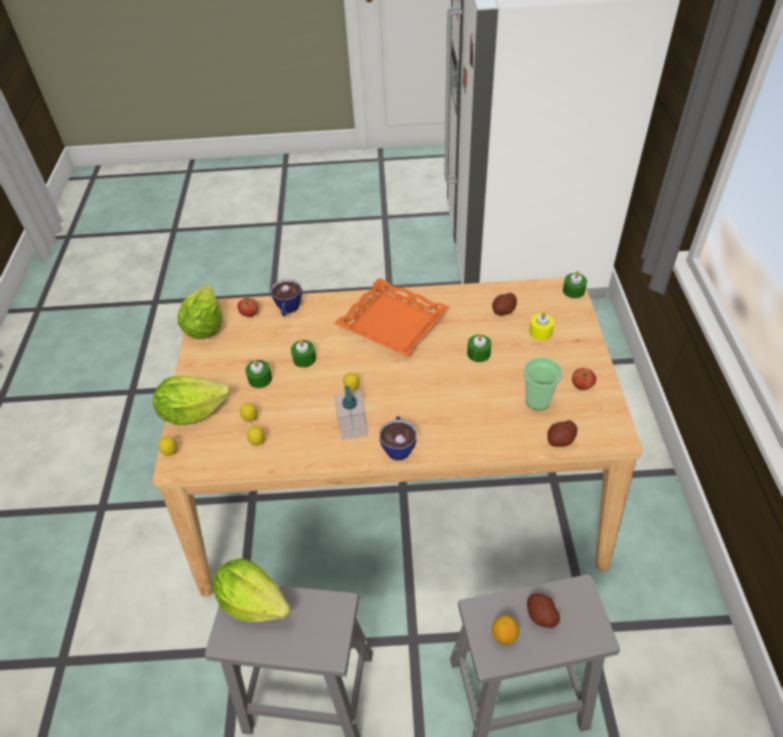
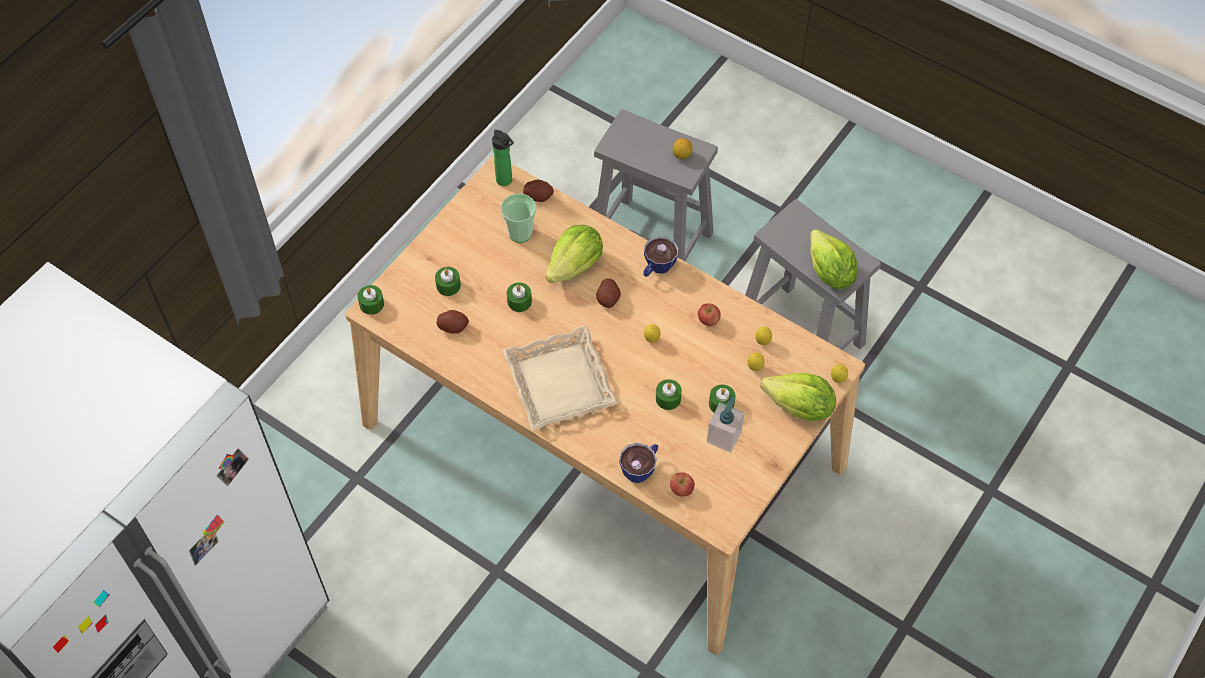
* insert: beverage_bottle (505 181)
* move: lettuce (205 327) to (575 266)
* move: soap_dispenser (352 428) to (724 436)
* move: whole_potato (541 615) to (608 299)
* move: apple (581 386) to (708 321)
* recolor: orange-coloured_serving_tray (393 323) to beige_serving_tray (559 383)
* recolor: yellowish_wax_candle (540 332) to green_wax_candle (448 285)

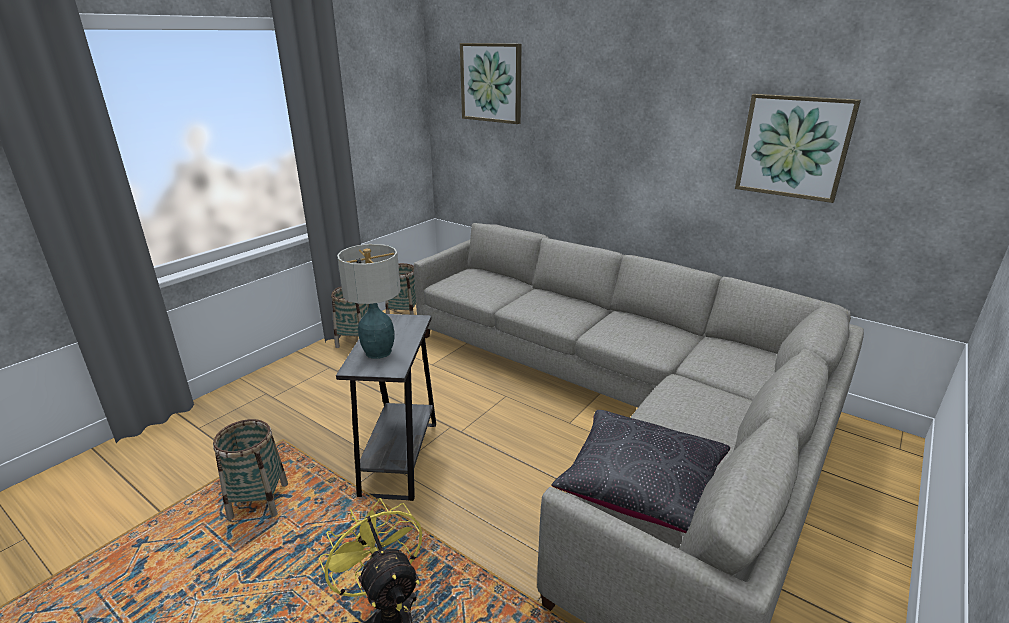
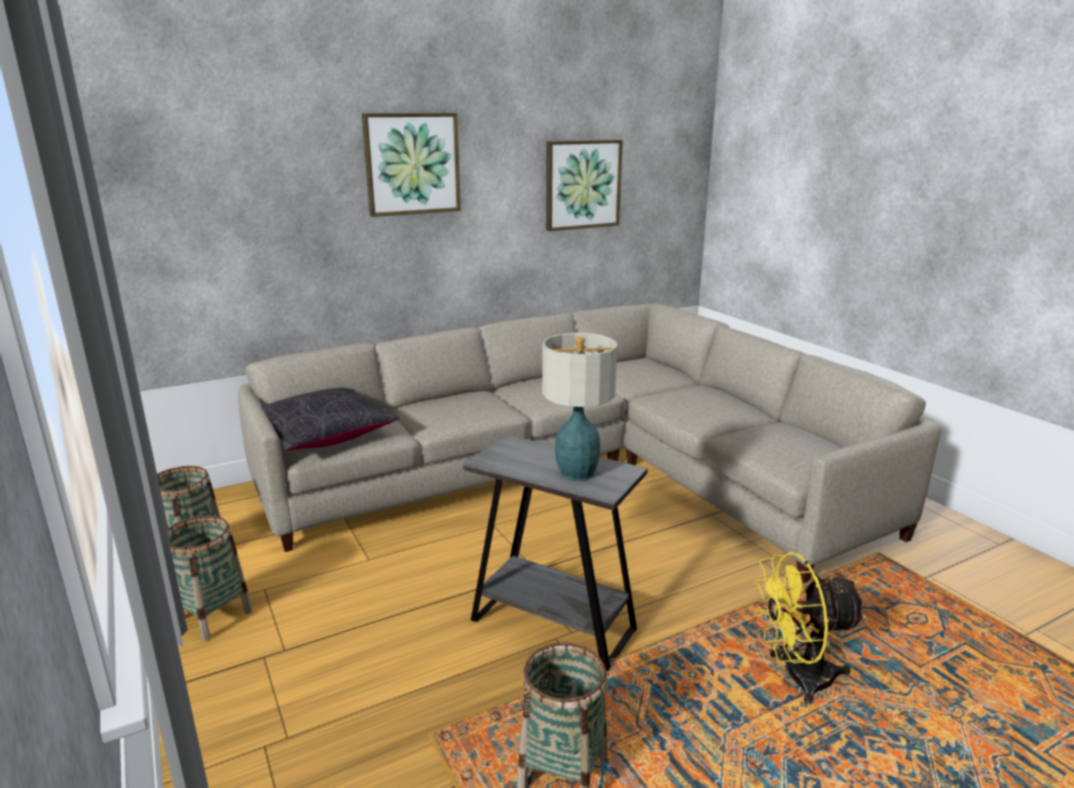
* move: wall_art (491 83) to (412 164)
* move: black_pillow (641 485) to (324 434)

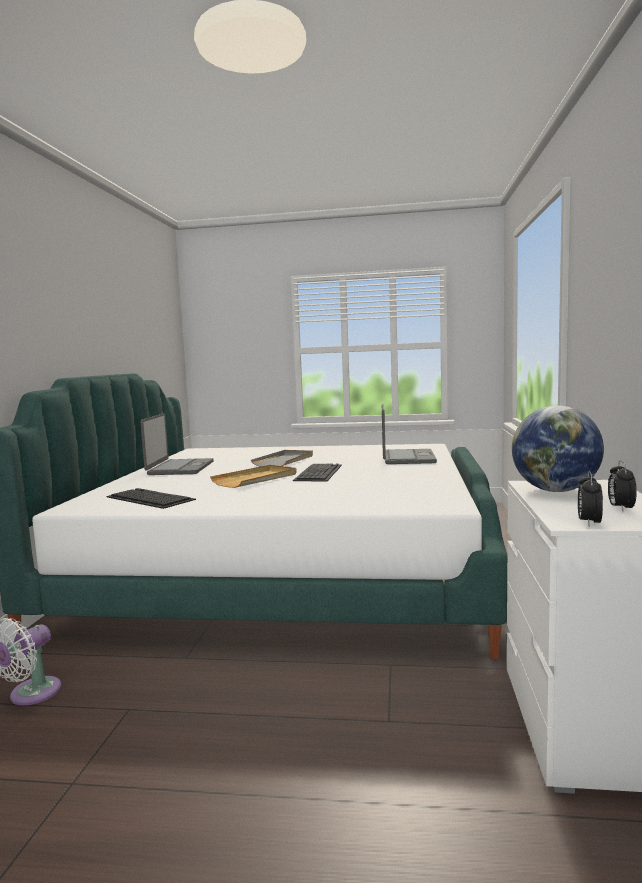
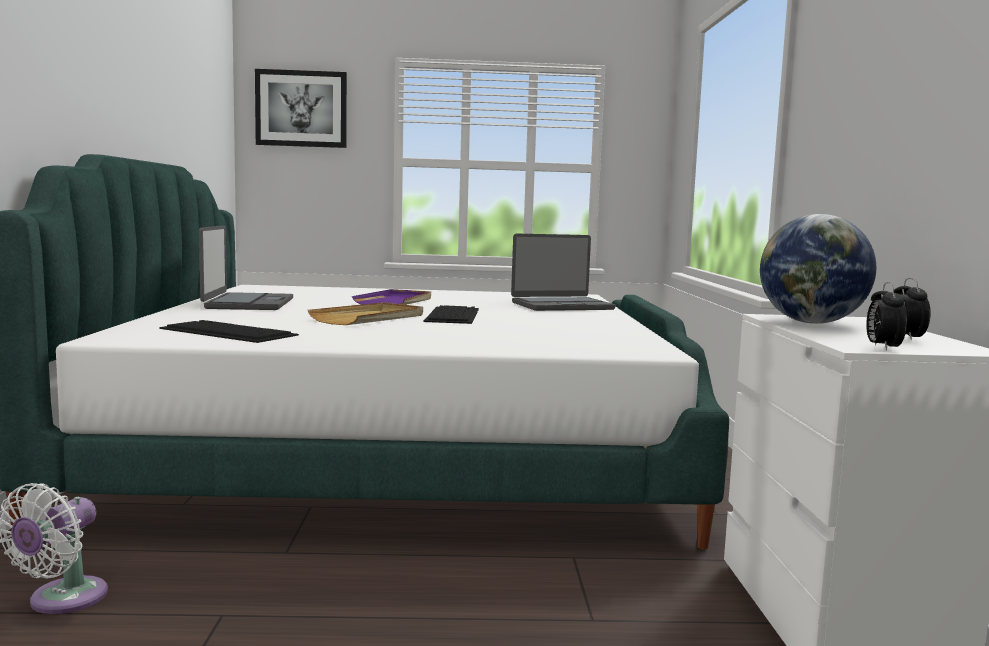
* insert: wall_art (301 109)
* recolor: greyish_serving_tray (284 461) to purplish_serving_tray (395 302)
* rotate: notebook_computer (407 458) = (561 306) 75 degrees clockwise

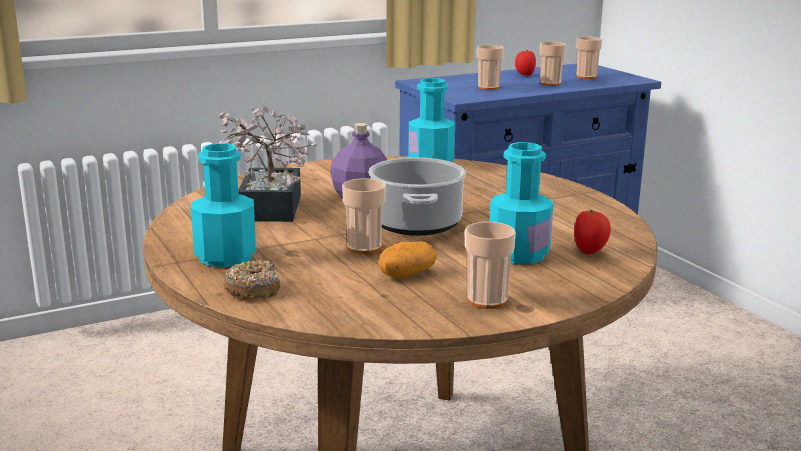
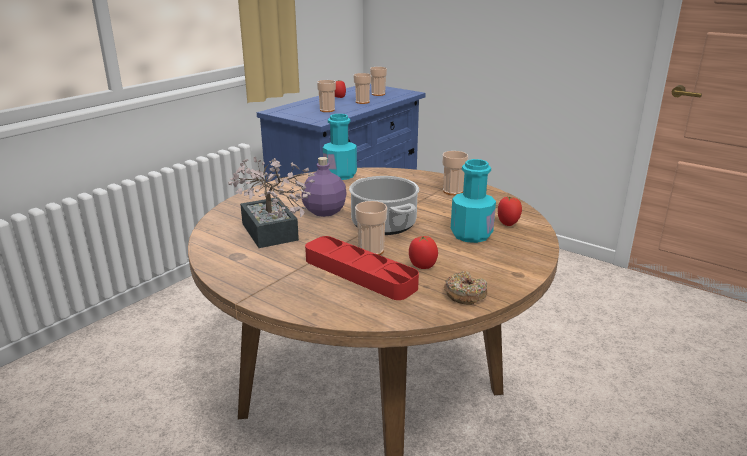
* delete: turquoise-coloured_beverage_bottle (225 257)
* insert: red_serving_tray (359 273)
* move: doughnut (253 289) to (465 294)
* move: cup (487 300) to (453 191)
* replace: whole_potato (407 274) to fresh_tomato (422 266)

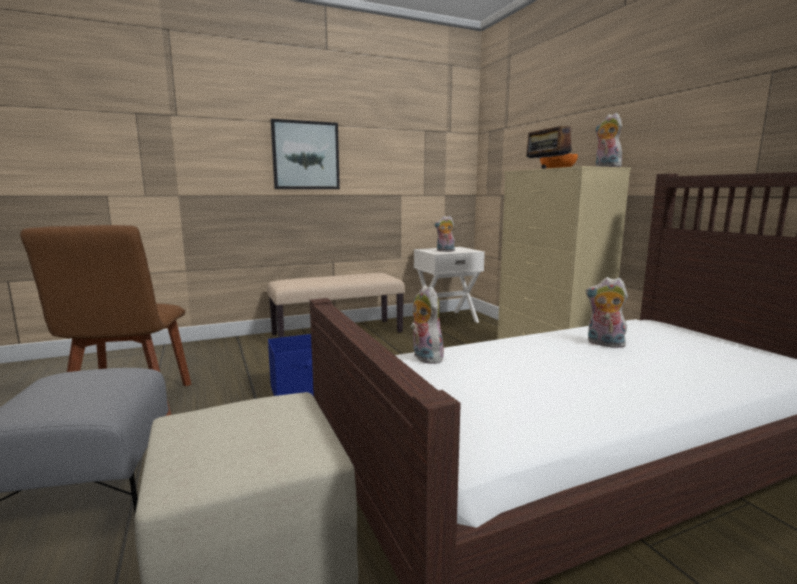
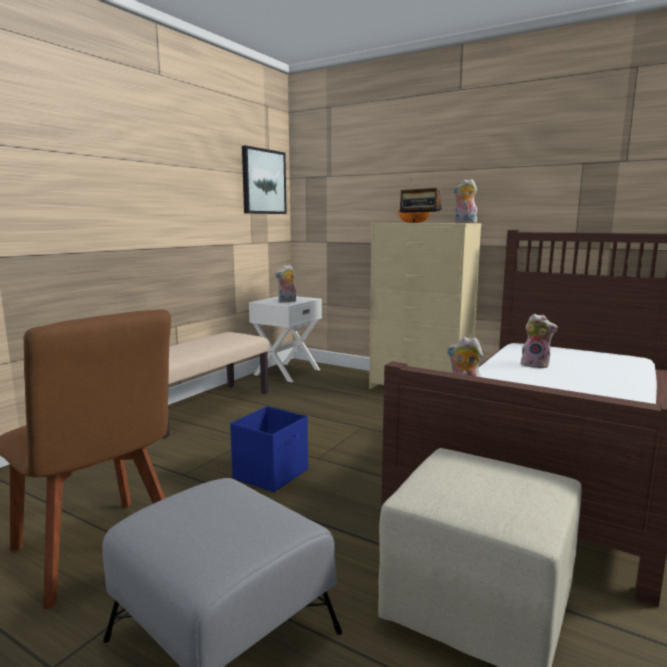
* move: wall_art (305 155) to (263 182)
* rotate: plush_toy (604 344) = (535 365) 150 degrees counterclockwise

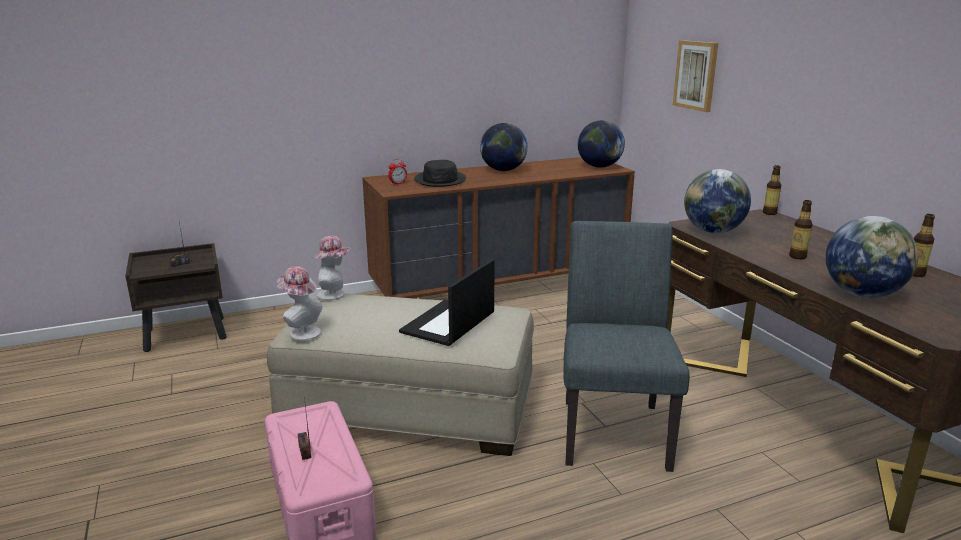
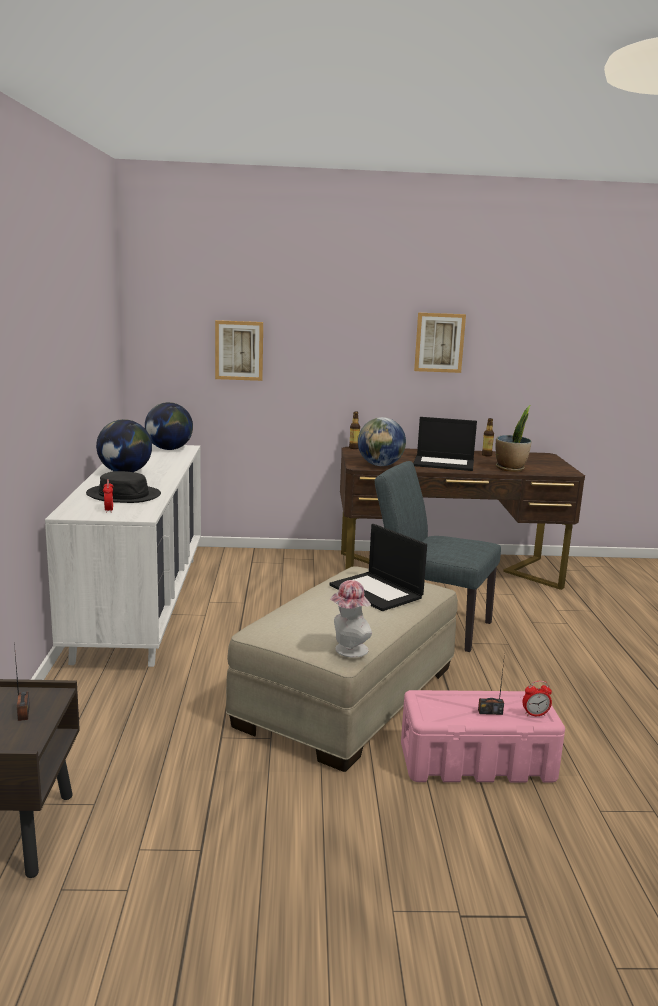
* delete: hat (334 294)
* insert: wall_art (439 342)
* insert: table_clock (535 714)
* replace: beverage_bottle (797 256) to notebook_computer (444 463)
* replace: desk_globe (862 294) to plant_in_a_pot (510 469)
* recolor: brownish_drawer_chest (500 288) to white-coloured_drawer_chest (140 604)

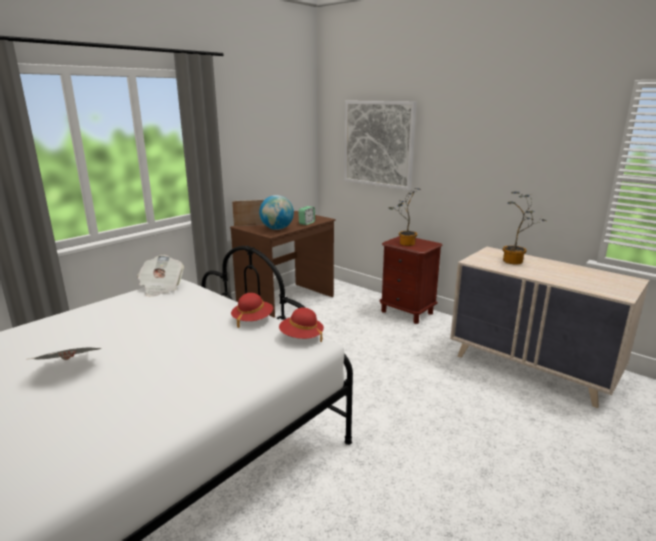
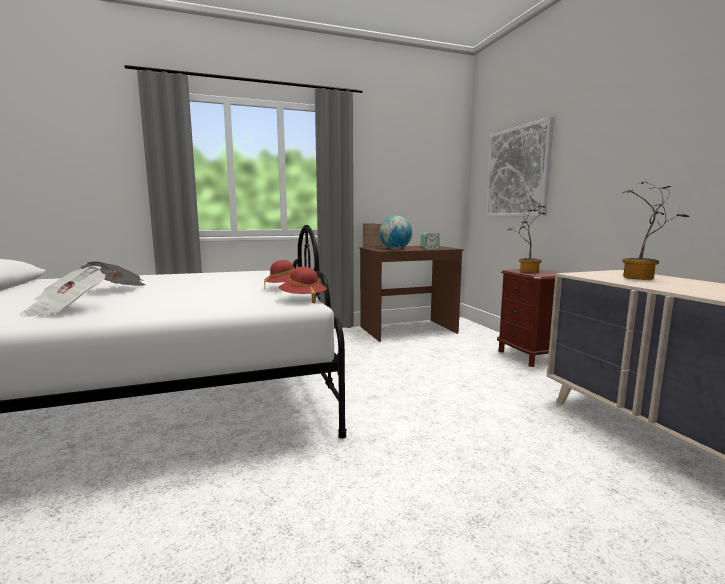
* move: daily_paper (161 287) to (66 309)

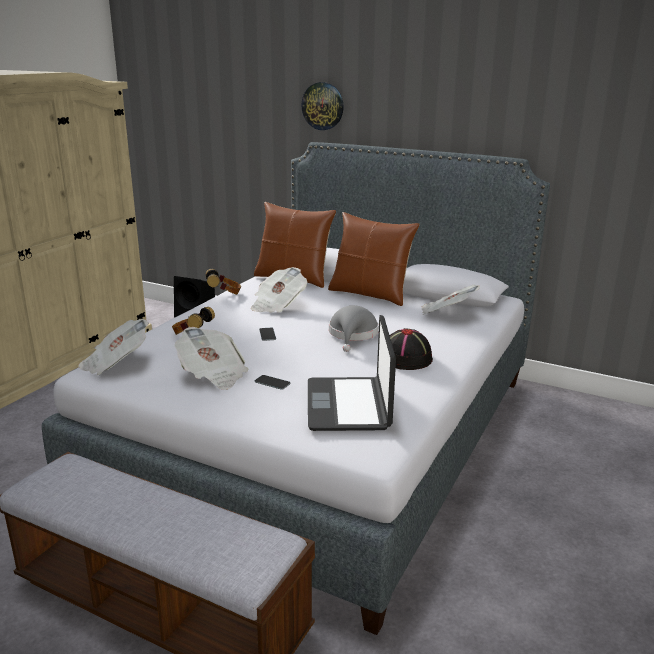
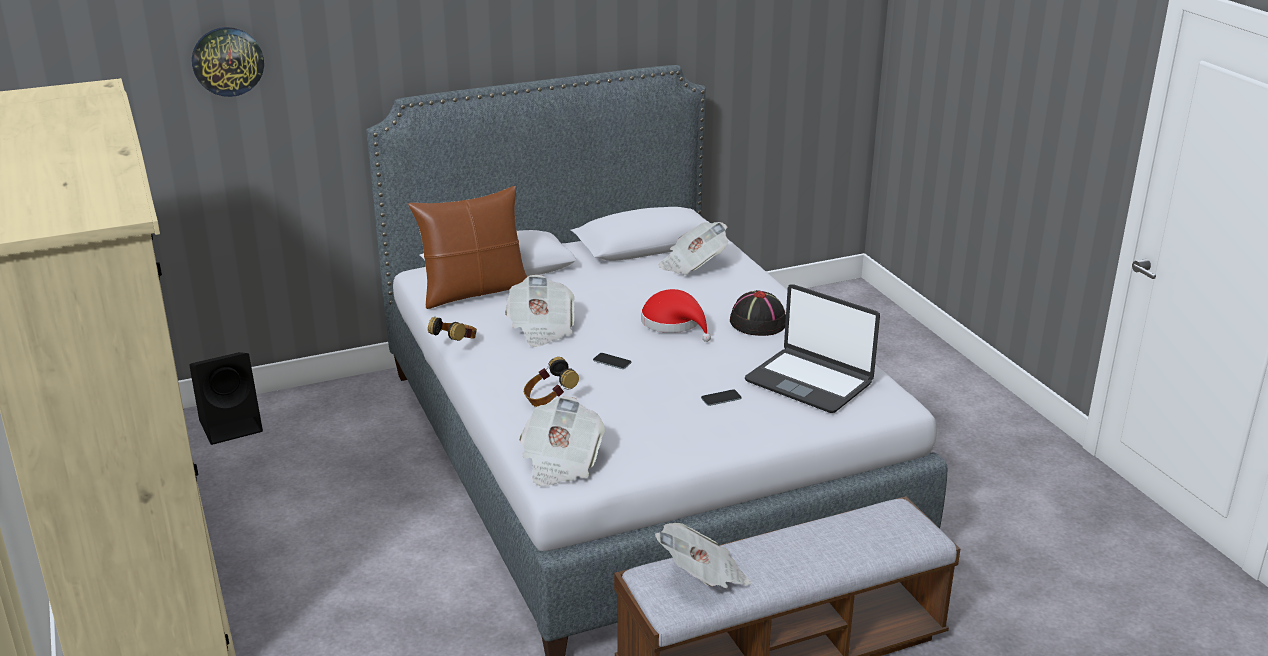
* delete: brownish_pillow (370 294)
* move: daily_paper (213 375) to (703 577)
* move: hanging_clock (323 106) to (227 61)
* recolor: greyish_hat (353 334) to red_hat (674 323)

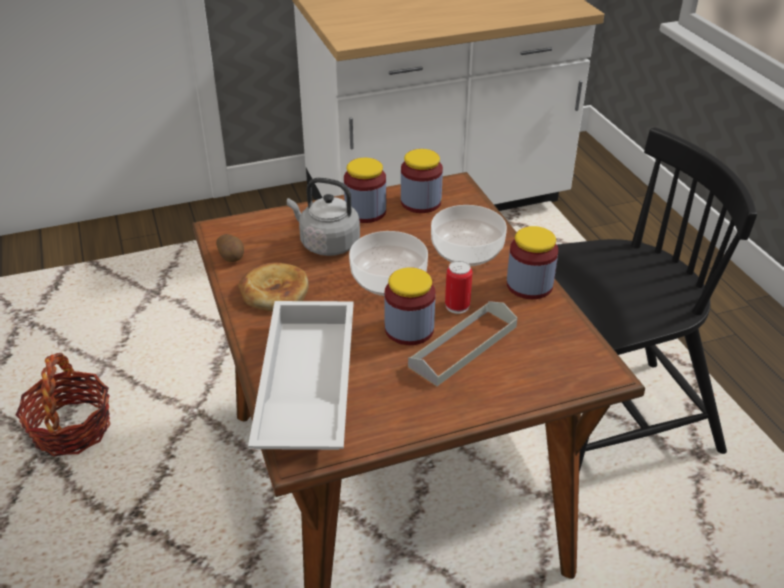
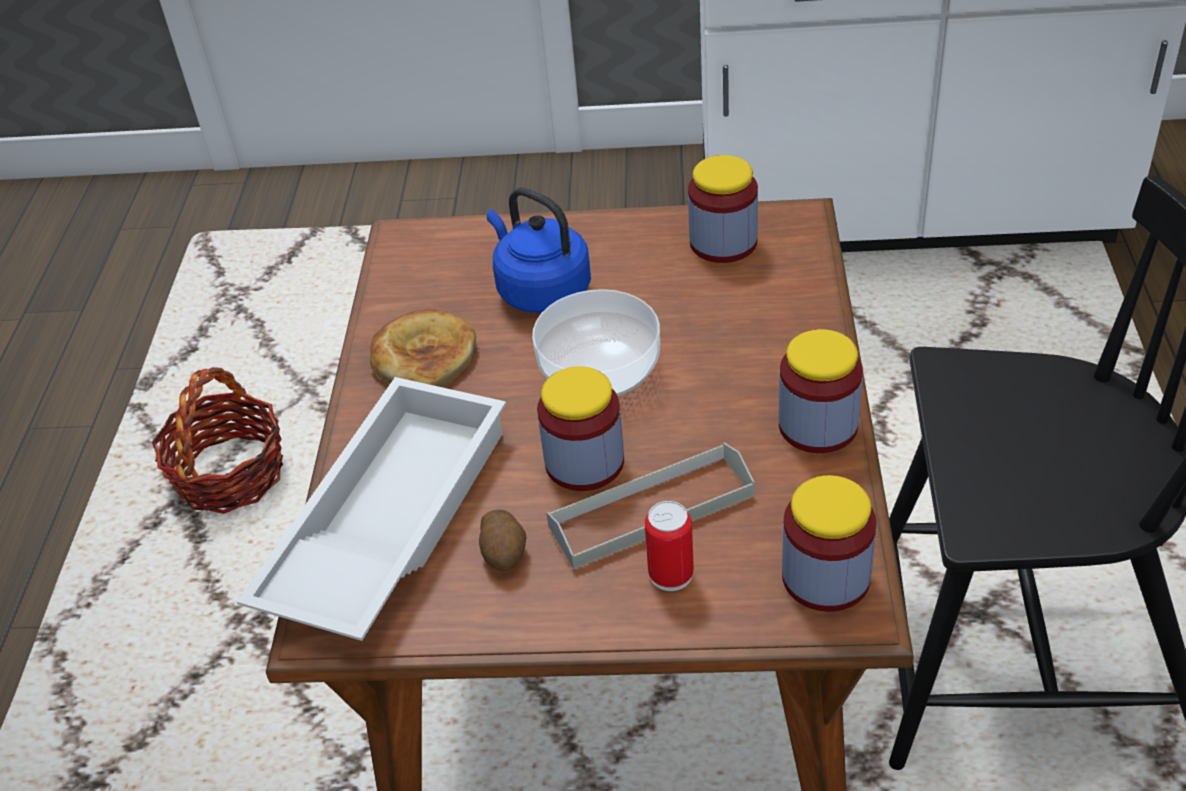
* delete: bowl (467 250)
* move: whole_potato (232 256) to (505 552)
* move: jar (365 212) to (826 577)
* move: metal_can (457 306) to (671 574)
* recolor: greyish_tea_kettle (326 244) to blue-coloured_tea_kettle (540 290)

